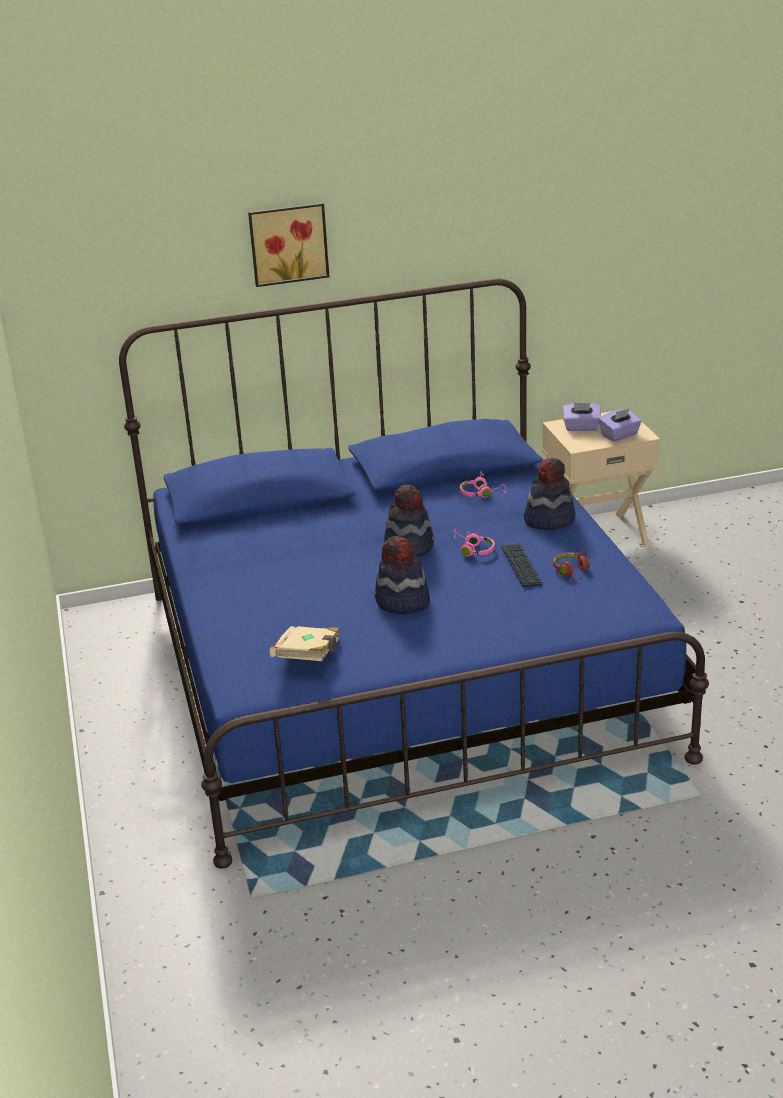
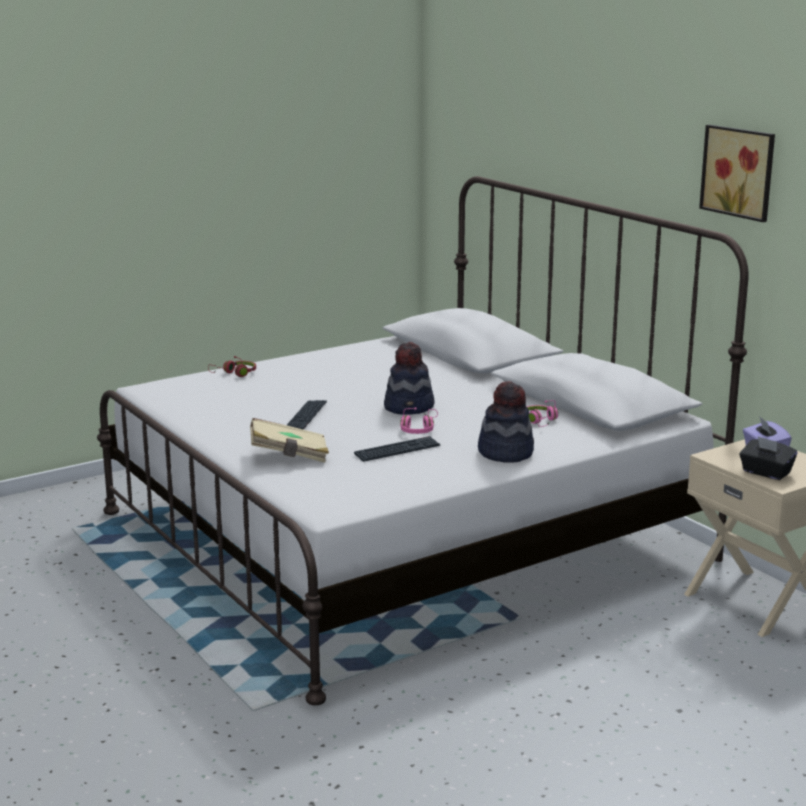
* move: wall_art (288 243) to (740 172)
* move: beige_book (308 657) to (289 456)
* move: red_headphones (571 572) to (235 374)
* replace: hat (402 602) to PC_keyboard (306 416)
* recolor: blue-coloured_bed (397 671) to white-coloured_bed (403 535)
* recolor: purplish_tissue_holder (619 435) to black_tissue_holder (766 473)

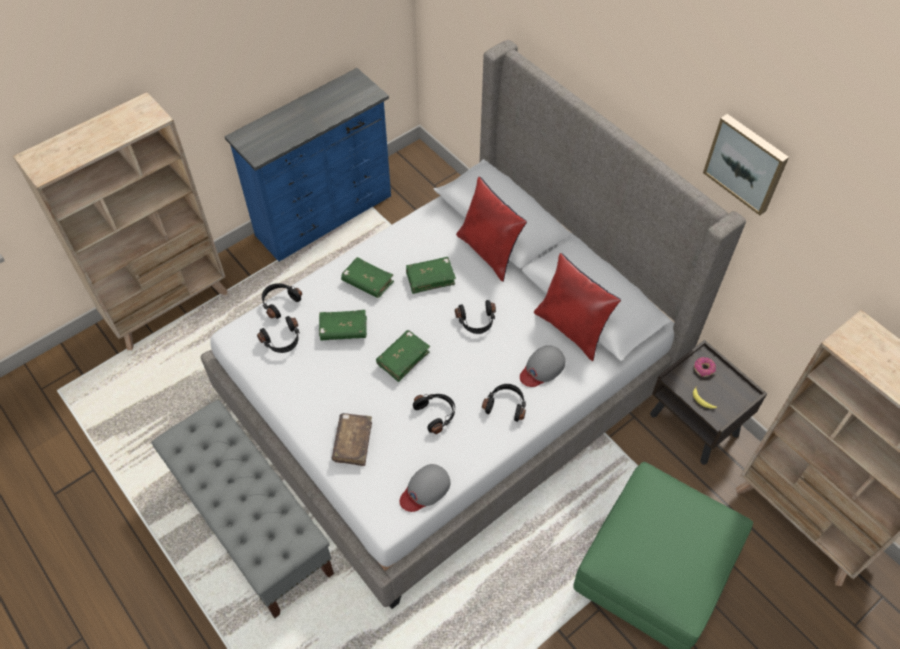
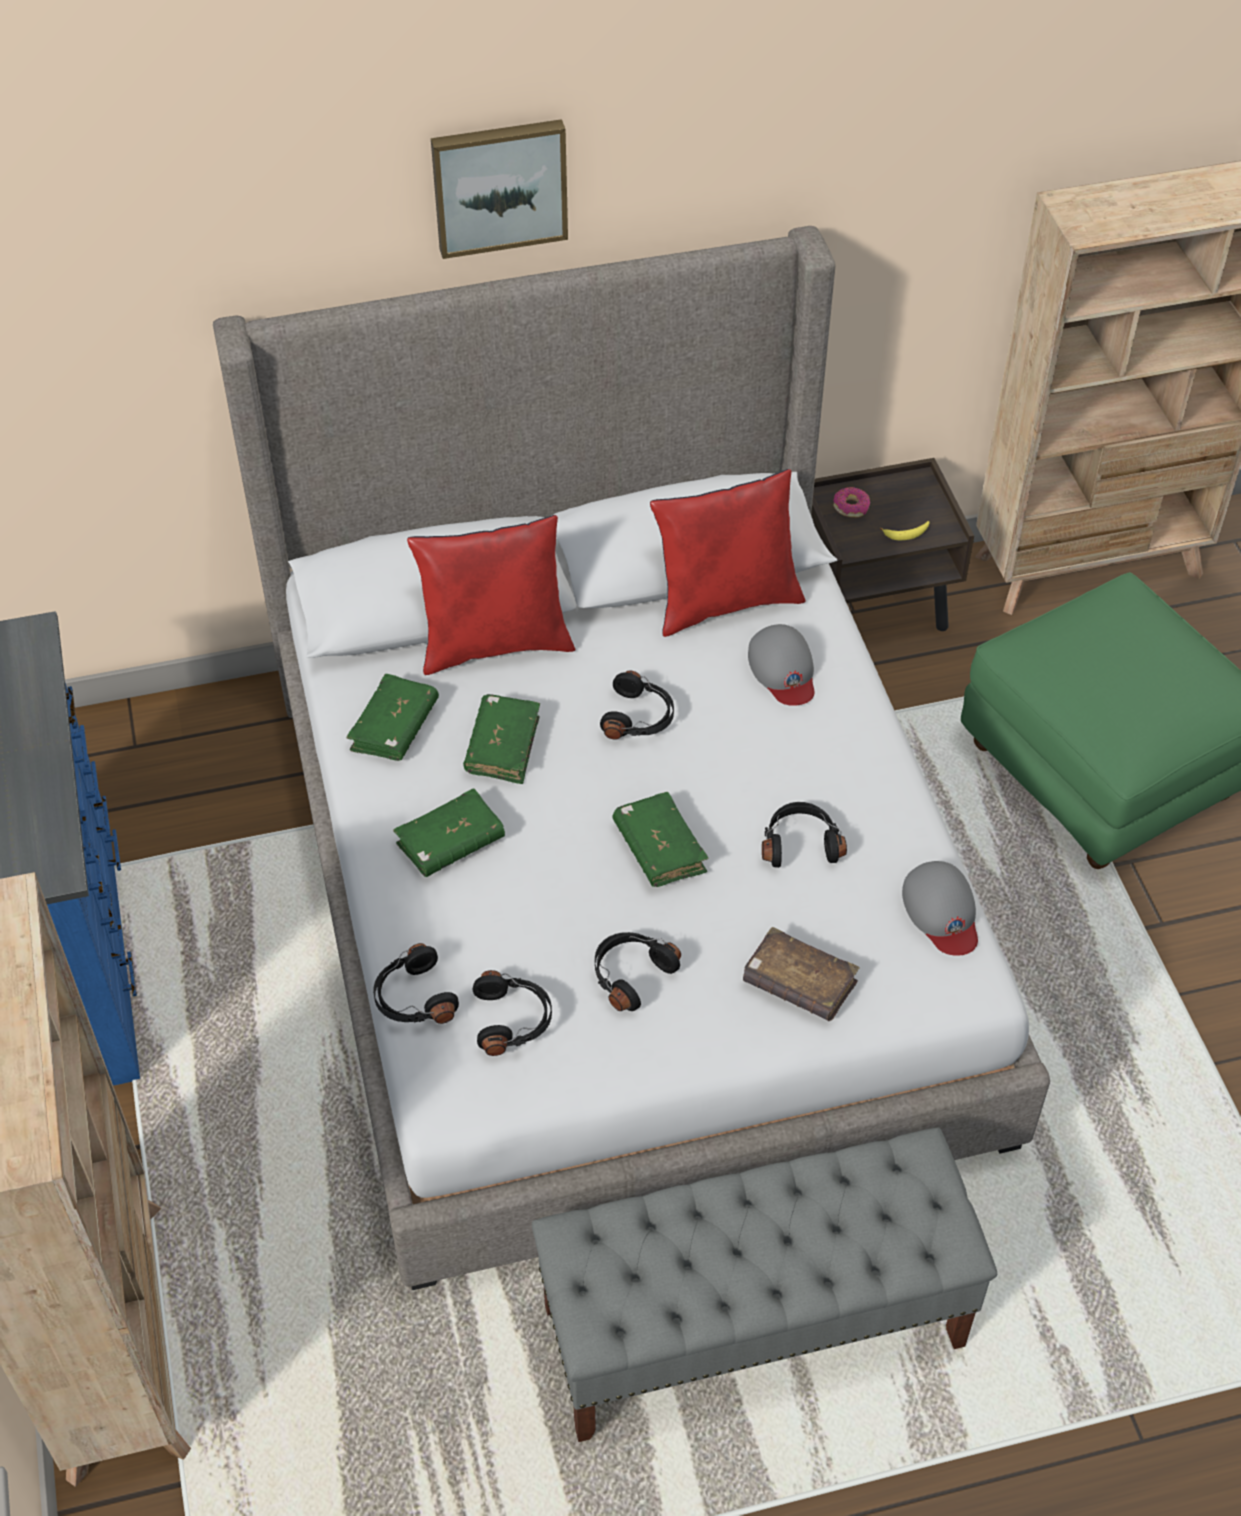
* move: green_book (343 329) to (394 727)
* move: black_headphones (506 405) to (630 975)
* move: wall_art (746 163) to (499 185)

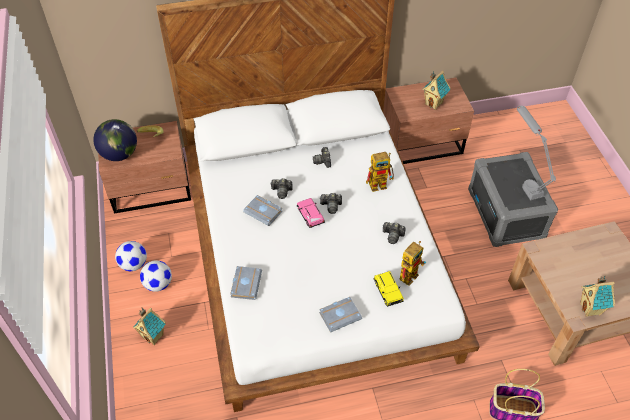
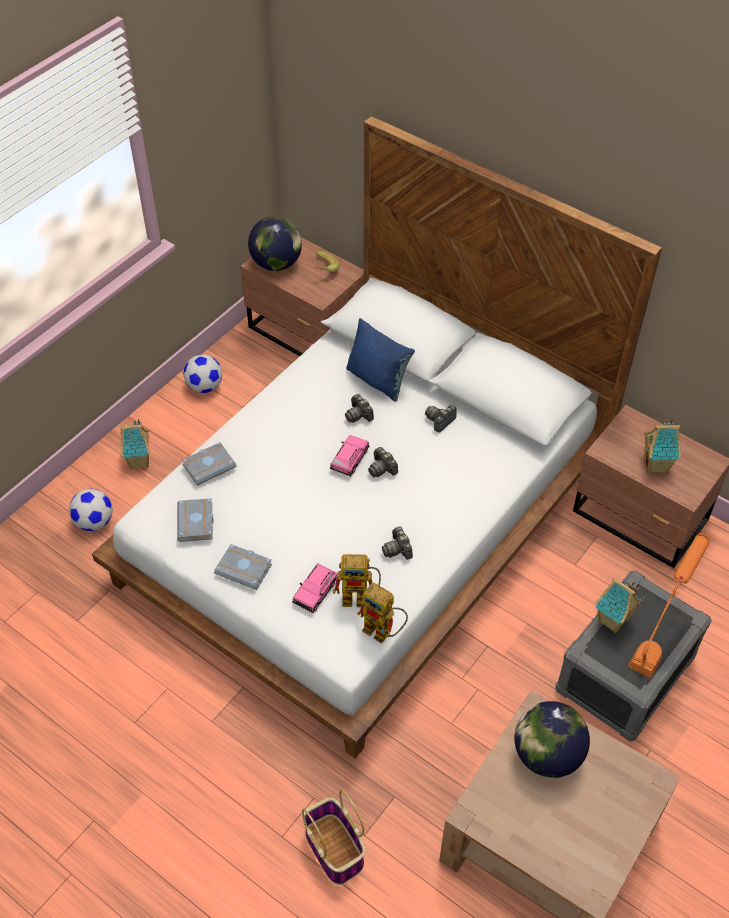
* insert: blue-coloured_pillow (378 380)
* insert: desk_globe (546 755)
* move: football (158 284) to (94 522)
* move: greyish_book (264 212) to (197 523)
* move: toy_robot (381 184) to (383 632)
* move: model_house (591 309) to (613 621)
* recolor: yellowish_miniature_car (388 291) to pinkish_miniature_car (315 592)
* recolor: greyish_lamp_for_a_table (524 179) to orange-coloured_lamp_for_a_table (656 640)

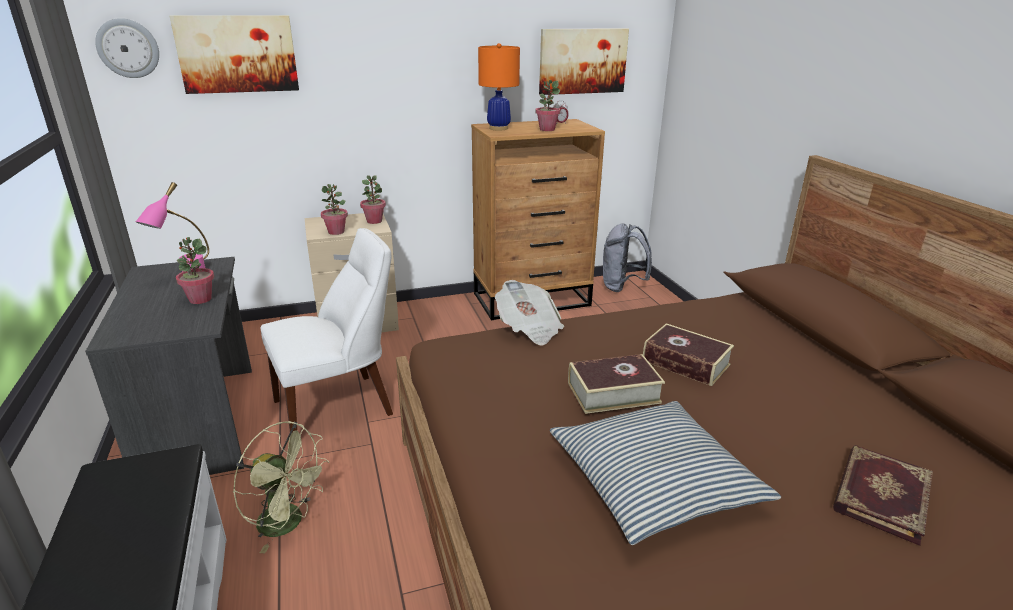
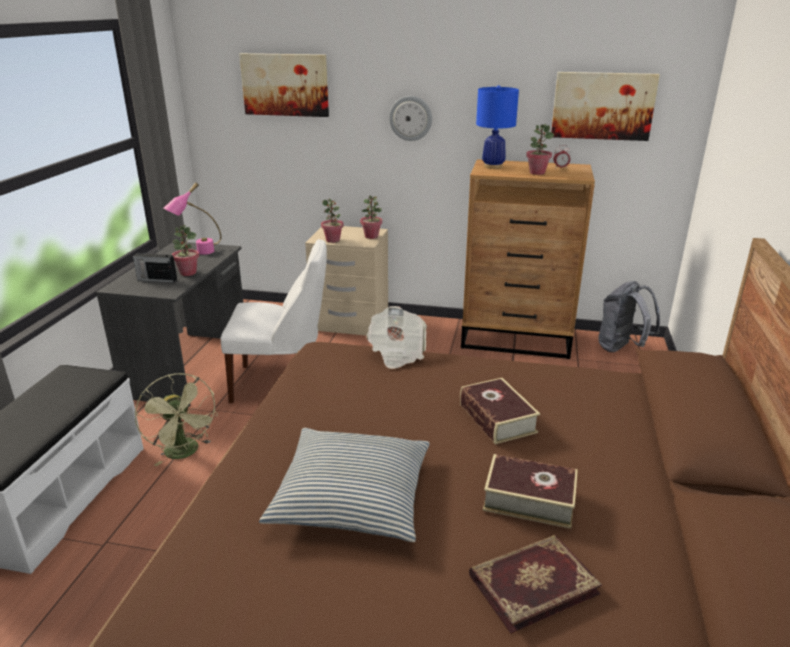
* insert: radio (156 279)
* move: hanging_clock (128 48) to (410 118)
* move: book (613 392) to (529 499)
* recolor: orange-coloured_lamp_for_a_table (499 128) to blue-coloured_lamp_for_a_table (493 166)

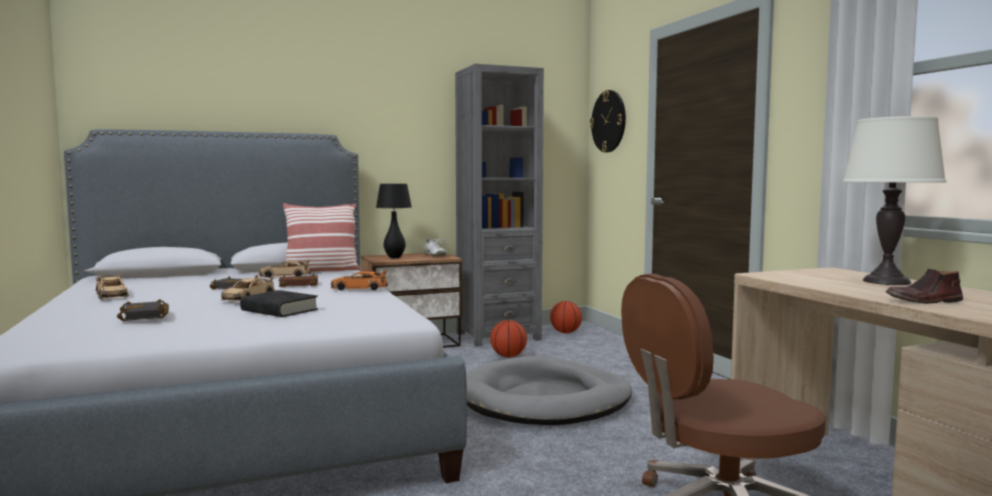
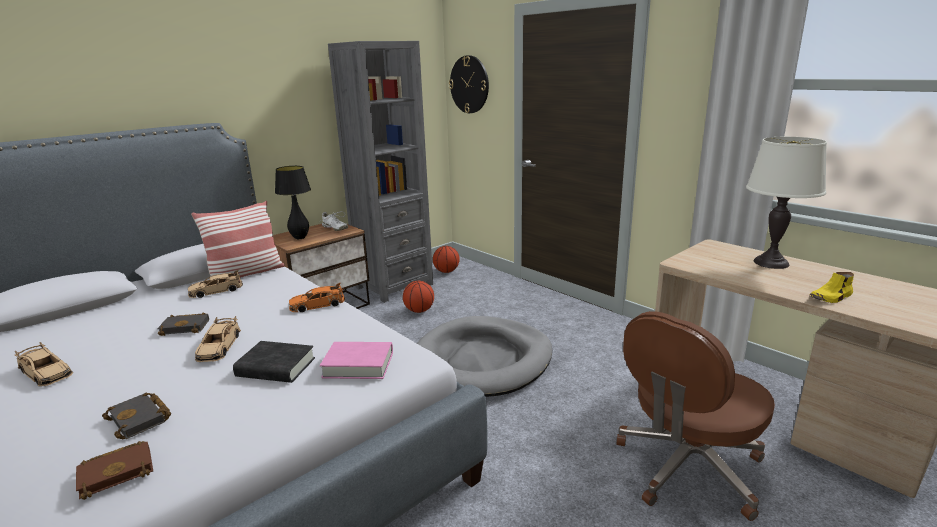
* insert: pinkish_book (358 365)
* move: brownish_book (299 284) to (118 471)
* recolor: brownish_item_of_footwear (924 301) to yellowish_item_of_footwear (831 297)

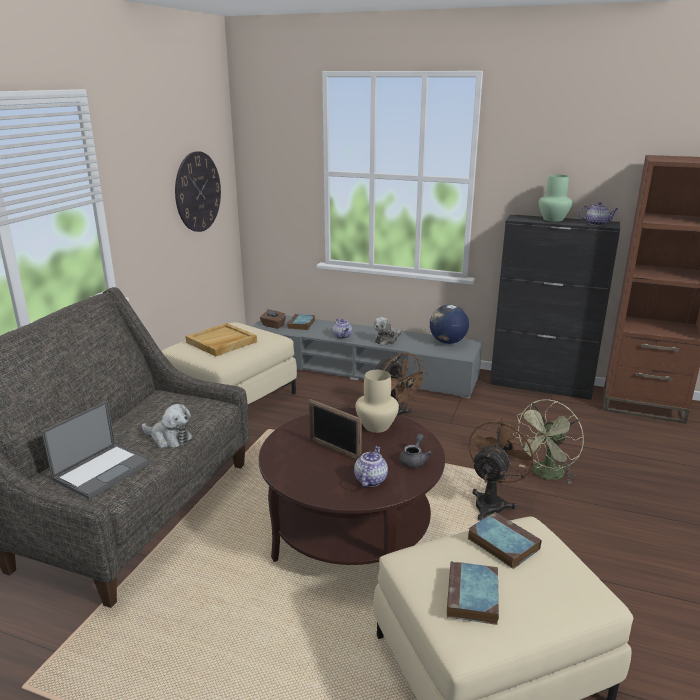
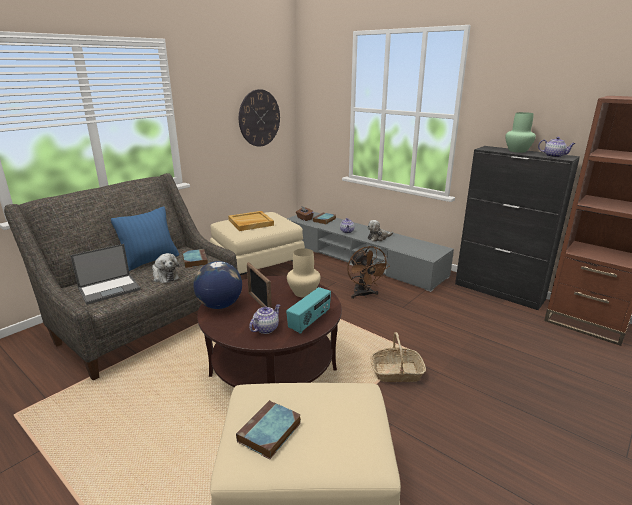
* delete: green_electric_fan (545 475)
* insert: blue-coloured_pillow (150 261)
* move: desk_globe (447 342) to (219 305)
* move: book (501 543) to (194 260)
* replace: greyish_teapot (414 460) to radio (310 321)
* replace: brownish_electric_fan (492 502) to household_basket (396 372)

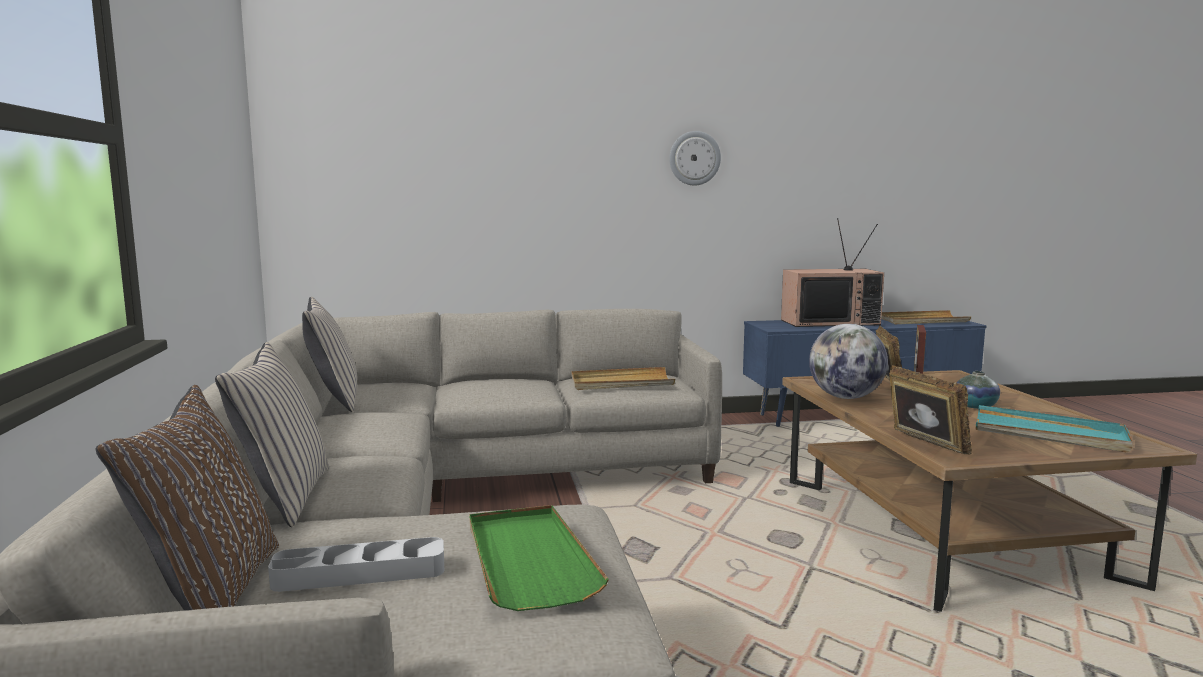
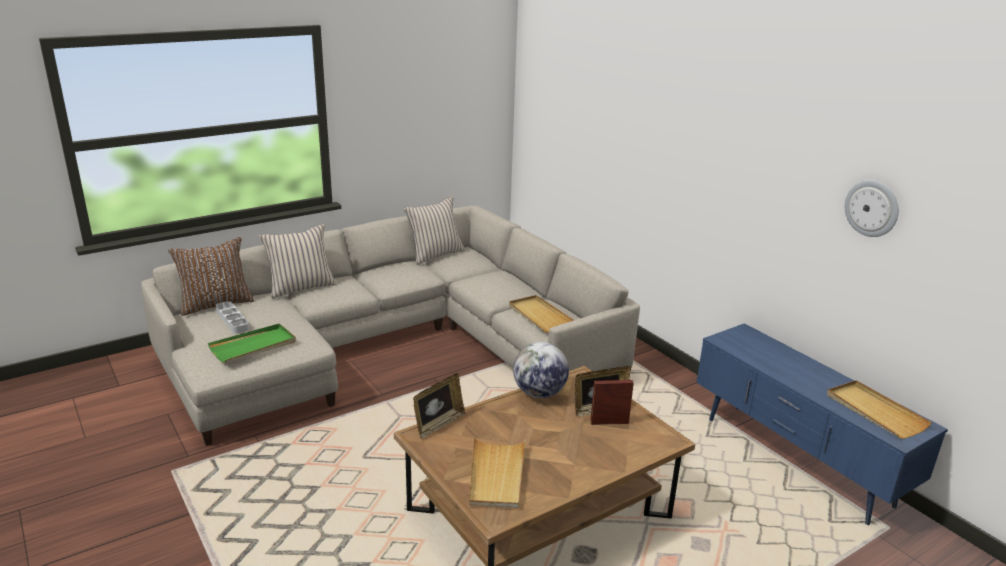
* delete: TV (830 322)
* delete: vase (975 406)
* move: hanging_clock (694 158) to (872 208)
* recolor: turquoise-coloured_serving_tray (1049 434) to beige_serving_tray (496 475)

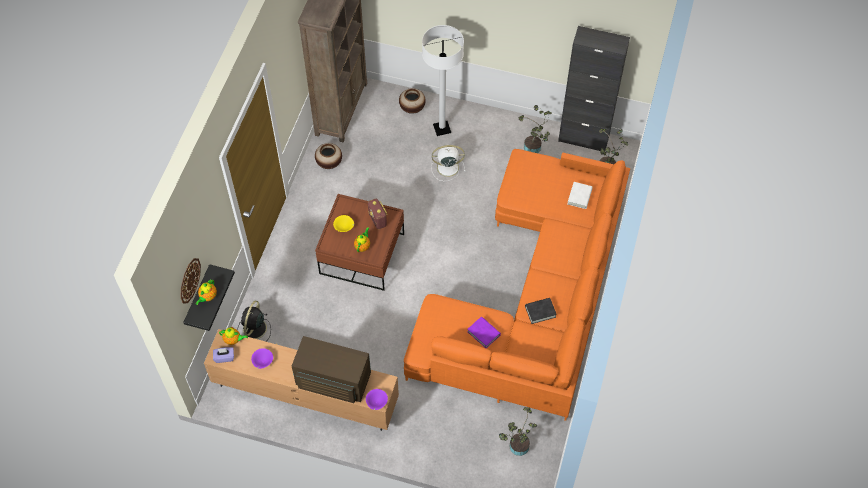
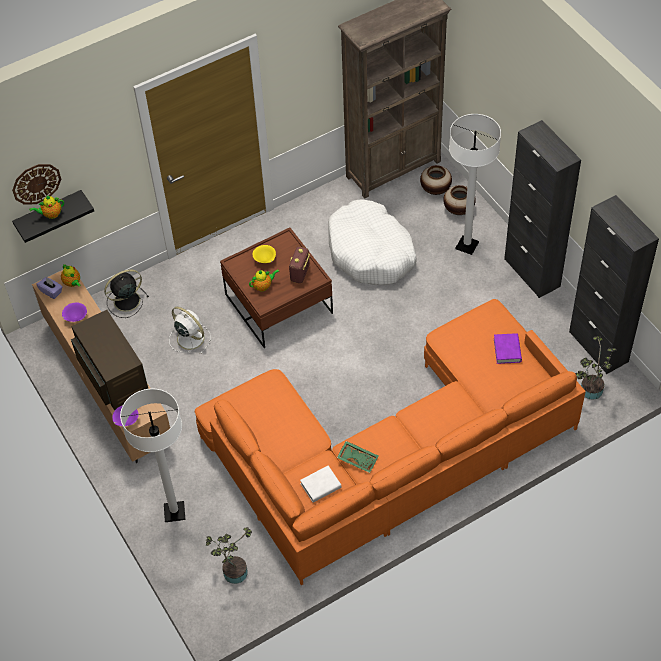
* delete: plant_in_a_pot (533 149)
* insert: white-coloured_standard_lamp (174 512)
* insert: white-coloured_pet_bed (371 252)
* insert: black_cupboard (532 273)
* move: vase (329 163) to (435 190)
* move: white-coloured_electric_fan (446 167) to (189 338)
* move: purplish_book (483 333) to (507 350)
* move: white-coloured_book (579 197) to (320 486)
* replace: black_book (540 312) to green_serving_tray (358 459)

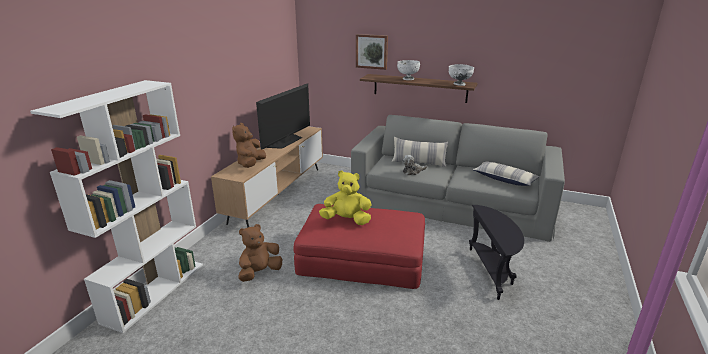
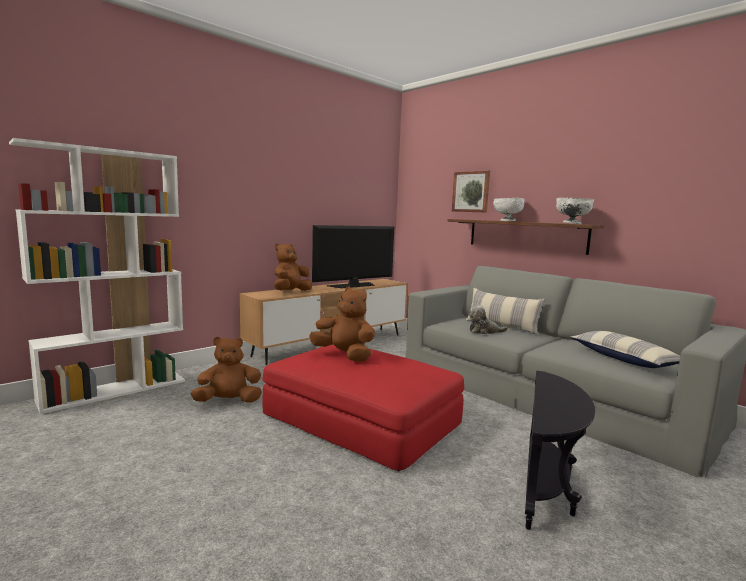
* recolor: yellowish_plush_toy (347 220) to brownish_plush_toy (344 356)

